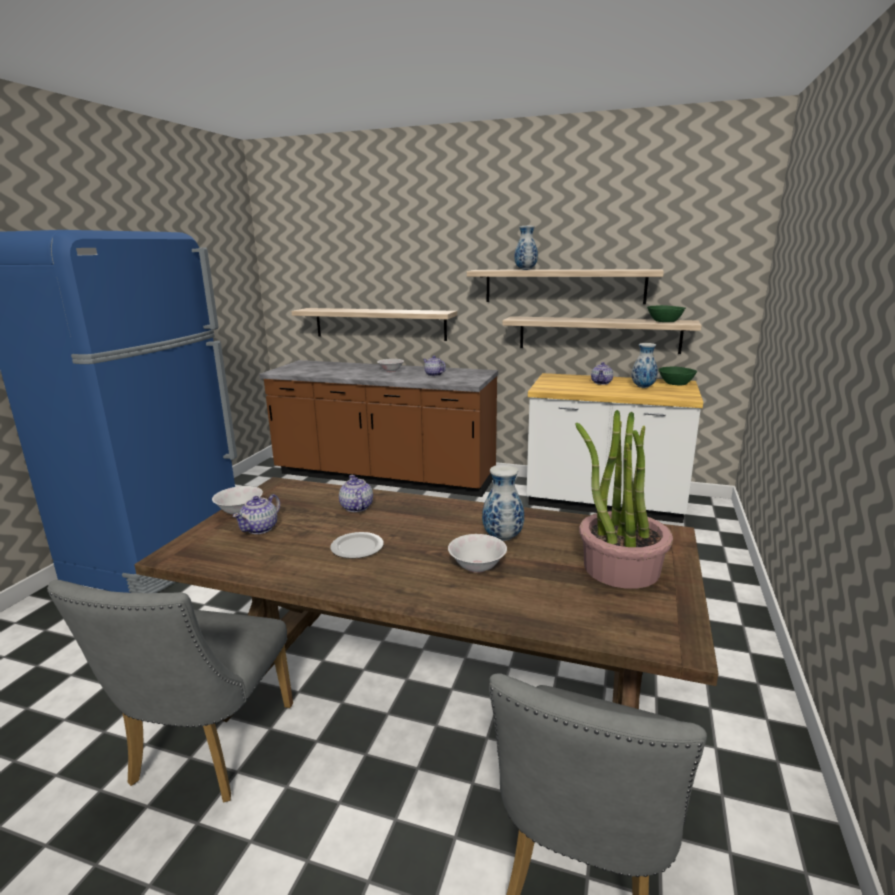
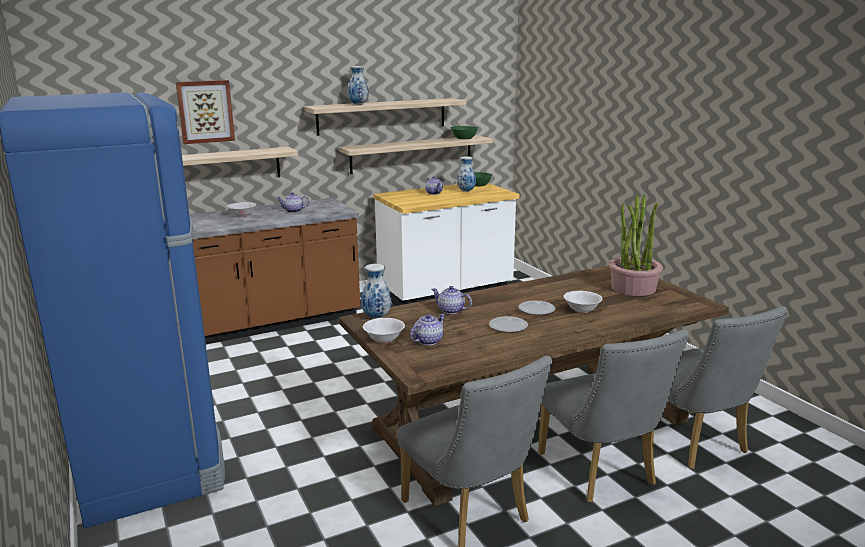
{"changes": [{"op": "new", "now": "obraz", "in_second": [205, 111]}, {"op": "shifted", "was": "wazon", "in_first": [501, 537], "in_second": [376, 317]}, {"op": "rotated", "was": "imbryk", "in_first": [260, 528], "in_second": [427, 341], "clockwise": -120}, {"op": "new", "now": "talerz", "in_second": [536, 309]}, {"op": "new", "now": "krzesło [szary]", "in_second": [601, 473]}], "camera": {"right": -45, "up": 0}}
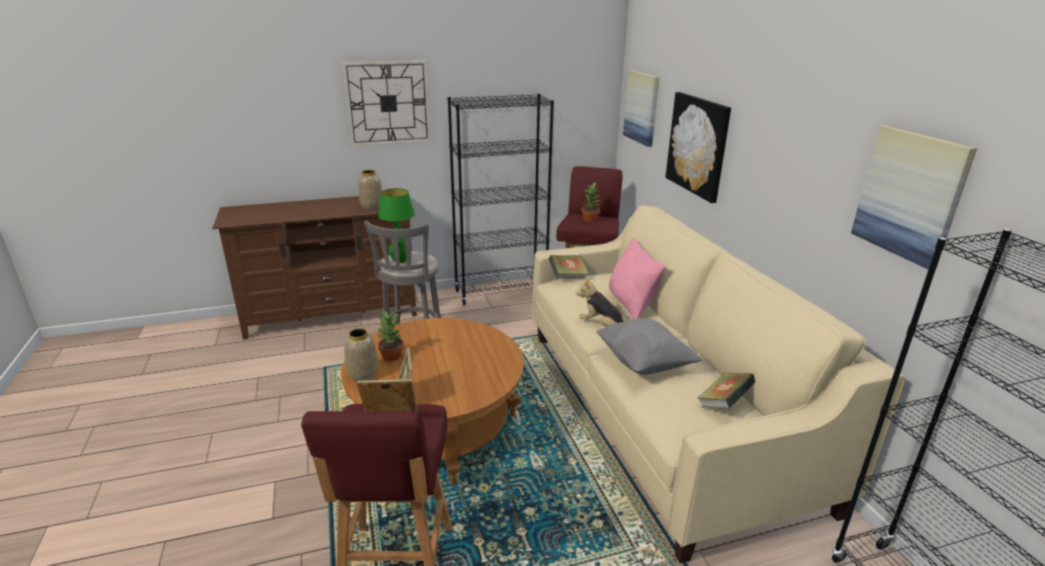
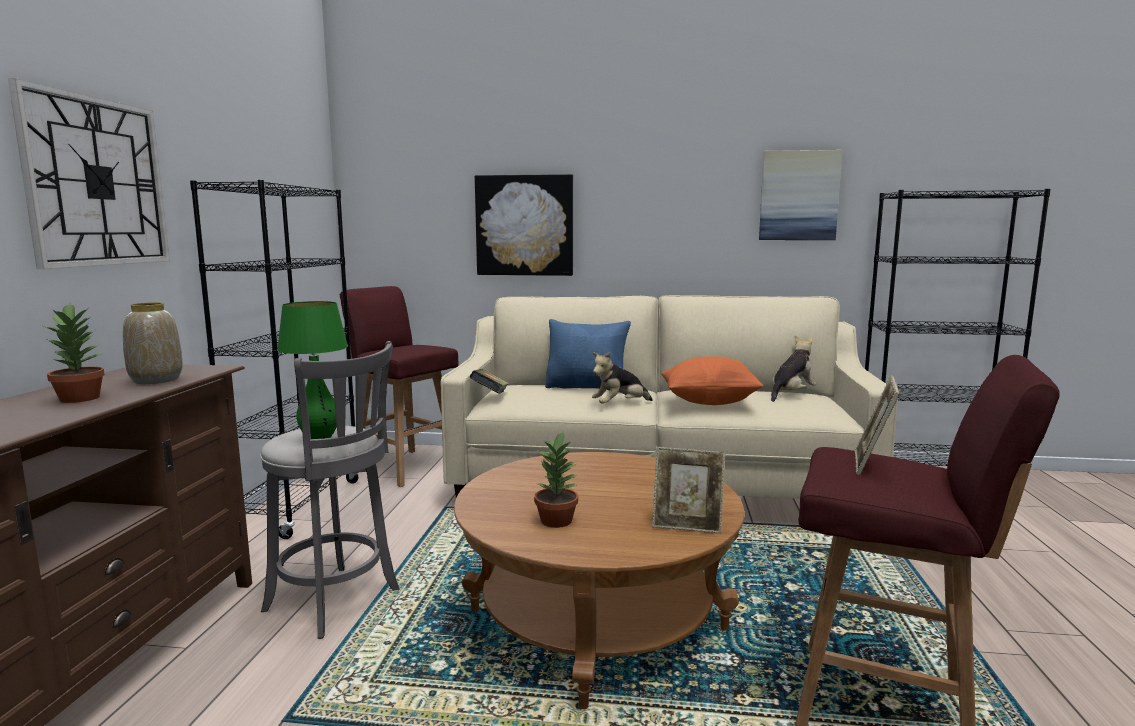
{"changes": [{"op": "shifted", "was": "roślina doniczkowa", "in_first": [590, 219], "in_second": [81, 398]}, {"op": "repainted", "was": "poduszka [różowy]", "now": "poduszka [niebieski]", "in_first": [631, 304], "in_second": [587, 388]}, {"op": "repainted", "was": "poduszka [szary]", "now": "poduszka [pomarańczowy]", "in_first": [644, 363], "in_second": [709, 402]}, {"op": "swapped", "was": "książka", "now": "pluszak", "in_first": [724, 403], "in_second": [791, 394]}, {"op": "gone", "was": "wazon", "in_first": [362, 375]}, {"op": "gone", "was": "obraz", "in_first": [642, 107]}], "camera": {"right": -65, "up": -15}}
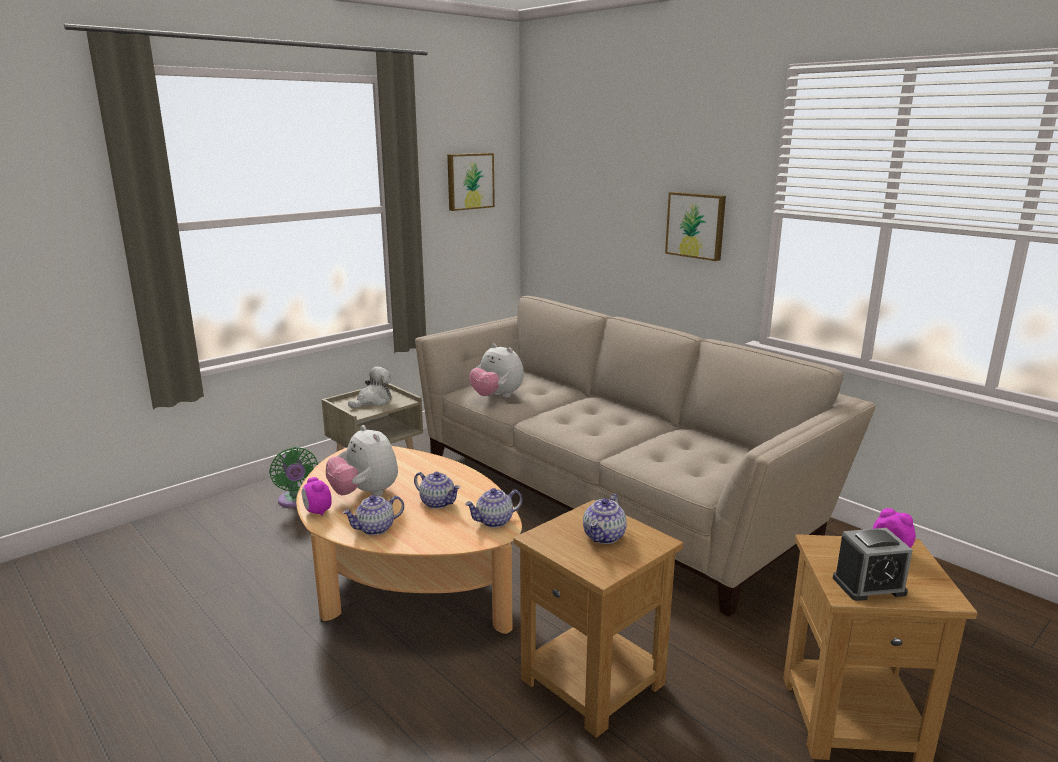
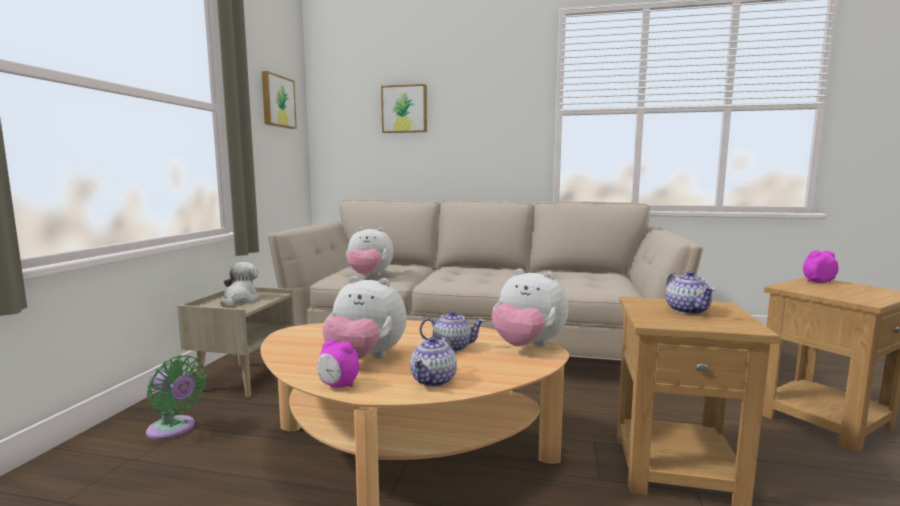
{"changes": [{"op": "shifted", "was": "obraz", "in_first": [696, 225], "in_second": [404, 109]}, {"op": "swapped", "was": "imbryk", "now": "pluszak", "in_first": [494, 521], "in_second": [527, 346]}, {"op": "gone", "was": "budzik", "in_first": [869, 586]}], "camera": {"right": -35, "up": -10}}
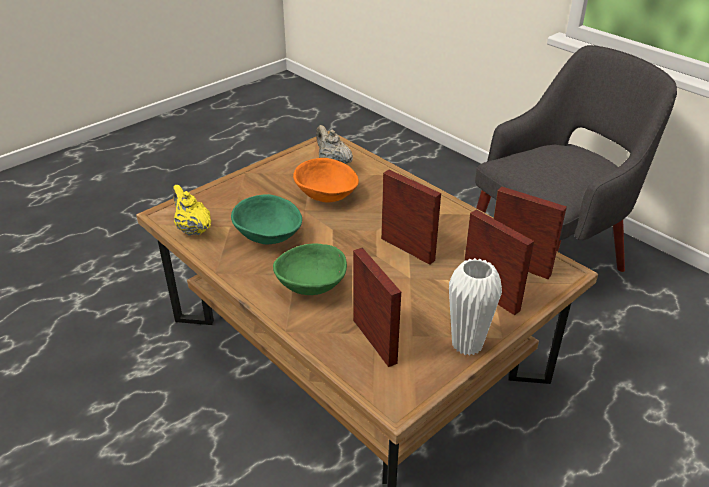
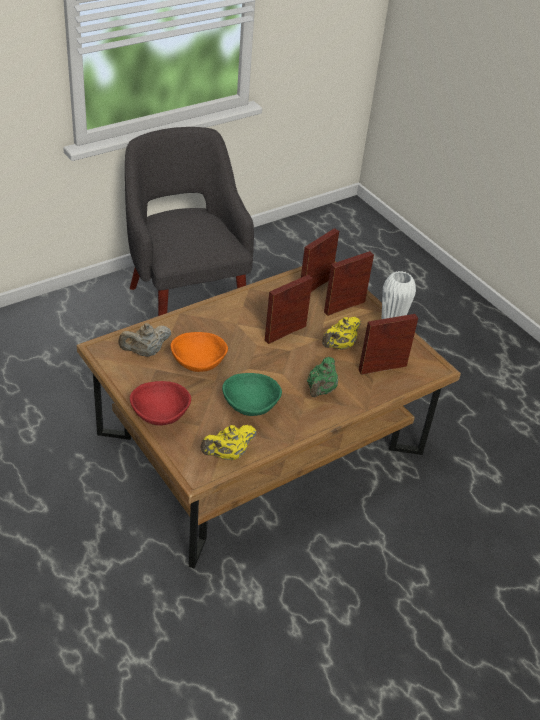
{"changes": [{"op": "new", "now": "miska [czerwony]", "in_second": [160, 416]}, {"op": "swapped", "was": "miska [zielony]", "now": "imbryk [zielony]", "in_first": [311, 286], "in_second": [320, 390]}, {"op": "new", "now": "imbryk [żółty]", "in_second": [339, 346]}], "camera": {"right": -85, "up": 5}}
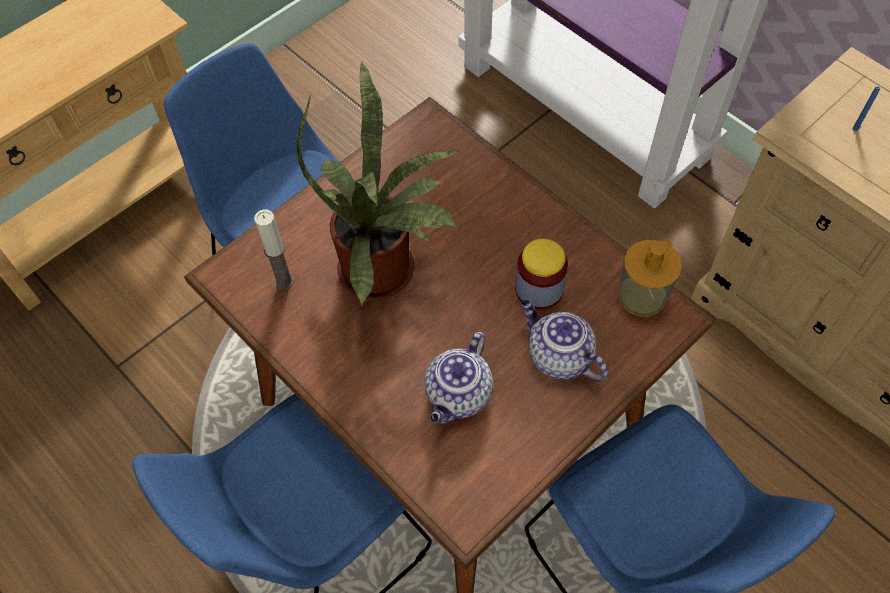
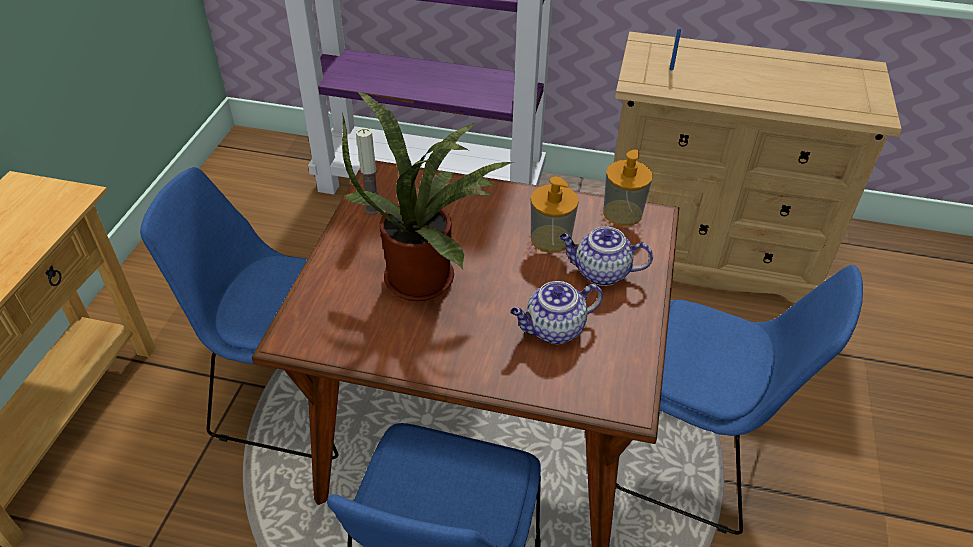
{"changes": [{"op": "shifted", "was": "świeca", "in_first": [284, 281], "in_second": [373, 209]}, {"op": "rotated", "was": "imbryk", "in_first": [458, 396], "in_second": [553, 330], "clockwise": 75}, {"op": "swapped", "was": "słoik", "now": "dozownik mydła", "in_first": [539, 289], "in_second": [551, 239]}], "camera": {"right": -35, "up": -15}}
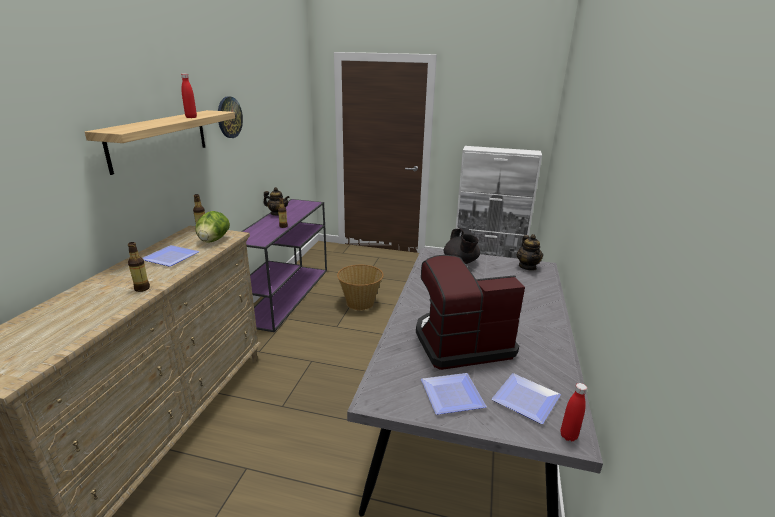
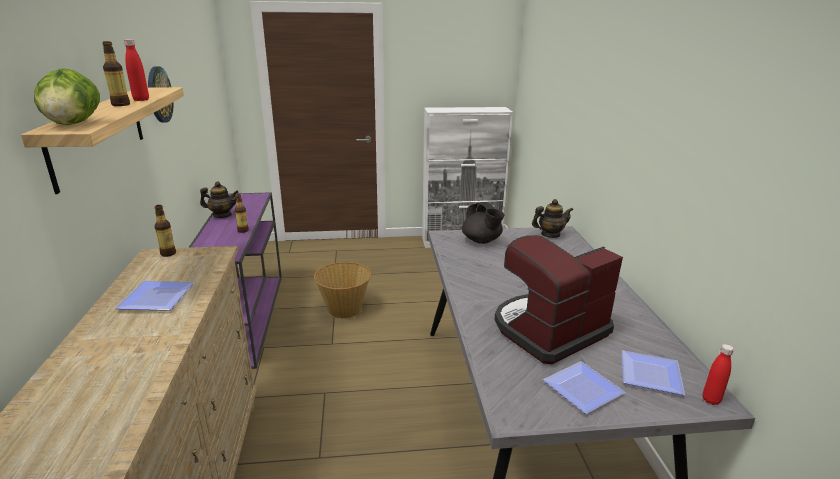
{"changes": [{"op": "shifted", "was": "sałata", "in_first": [213, 240], "in_second": [73, 124]}, {"op": "shifted", "was": "butelka", "in_first": [142, 288], "in_second": [120, 104]}, {"op": "rotated", "was": "imbryk", "in_first": [527, 267], "in_second": [550, 234], "clockwise": -75}], "camera": {"right": -20, "up": 0}}
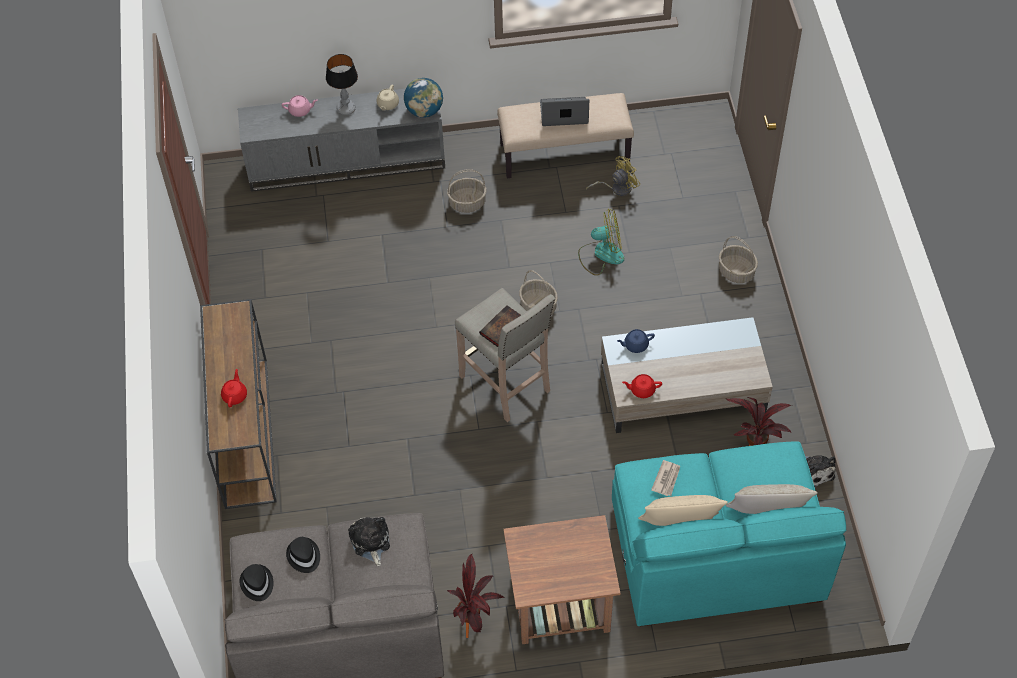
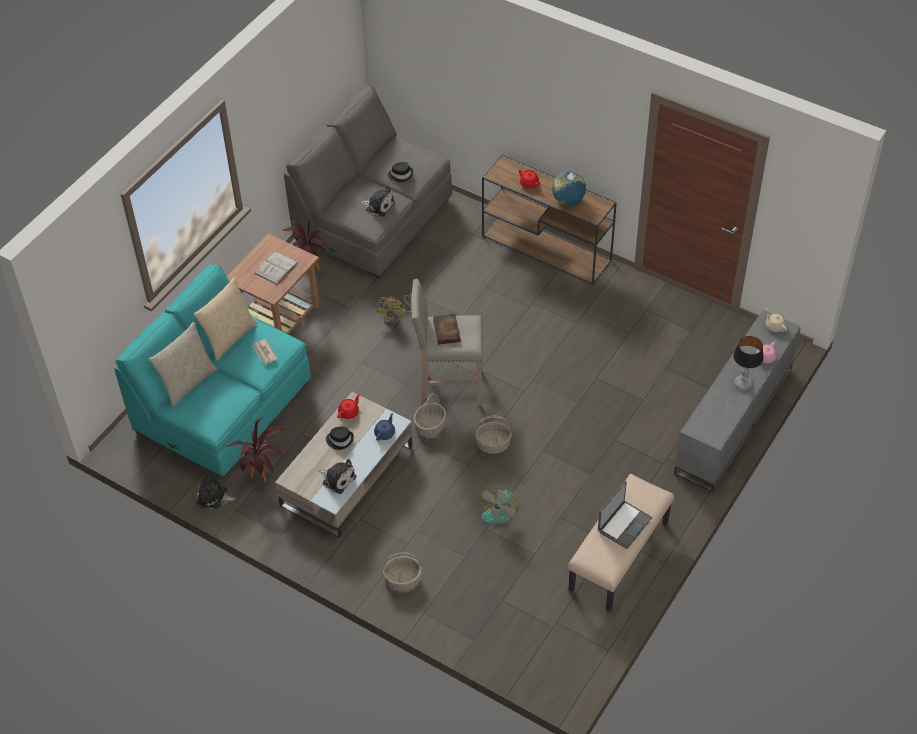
{"changes": [{"op": "new", "now": "książka [biały]", "in_second": [276, 268]}, {"op": "new", "now": "pluszak", "in_second": [337, 479]}, {"op": "shifted", "was": "kapelusz [czarny]", "in_first": [257, 584], "in_second": [340, 440]}, {"op": "shifted", "was": "wentylator [żółty]", "in_first": [617, 188], "in_second": [395, 318]}, {"op": "shifted", "was": "koszyk", "in_first": [467, 202], "in_second": [430, 427]}, {"op": "shifted", "was": "globus", "in_first": [424, 111], "in_second": [568, 200]}, {"op": "shifted", "was": "imbryk [beżowy]", "in_first": [387, 104], "in_second": [774, 326]}], "camera": {"right": 130, "up": -5}}
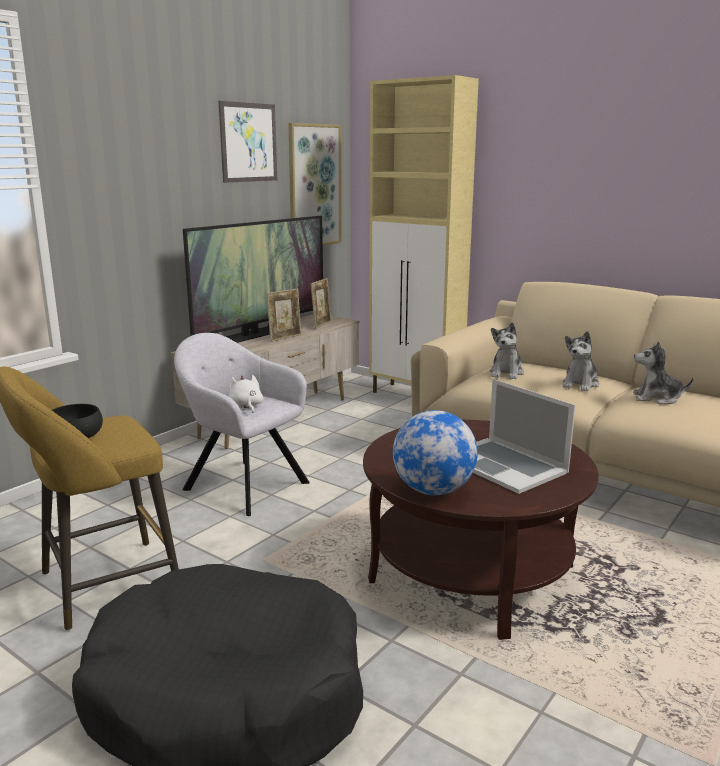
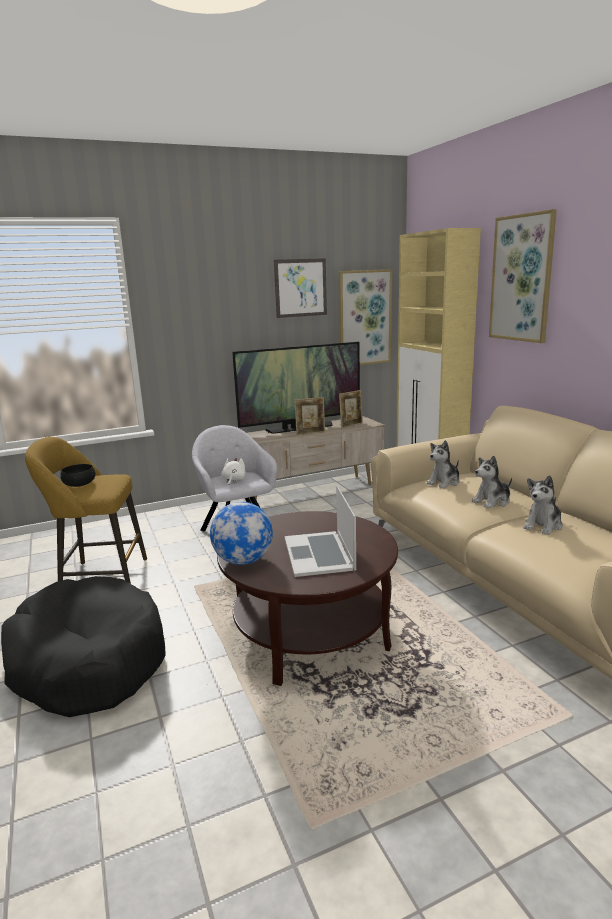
{"changes": [{"op": "new", "now": "obraz", "in_second": [521, 278]}, {"op": "rotated", "was": "pluszak", "in_first": [657, 398], "in_second": [543, 525], "clockwise": -90}], "camera": {"right": 30, "up": 0}}
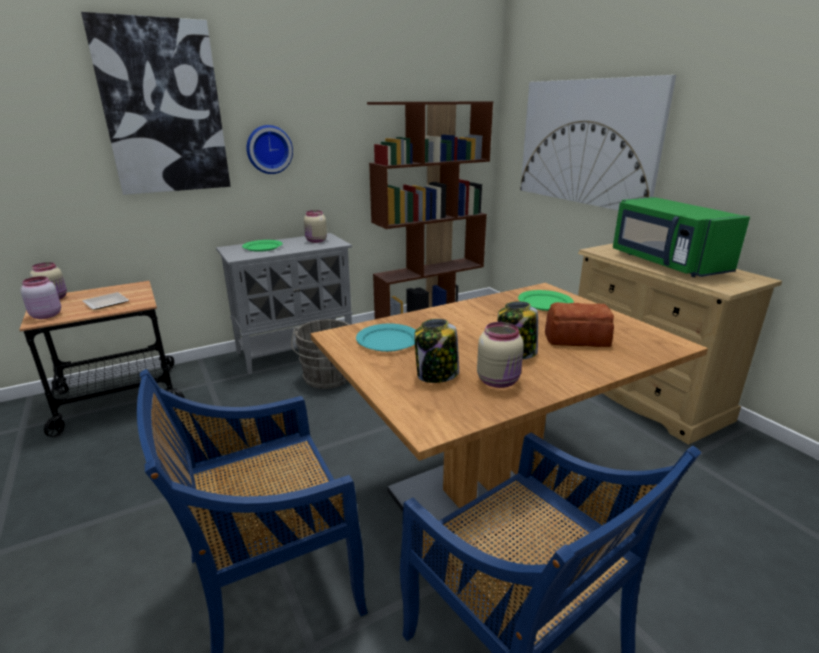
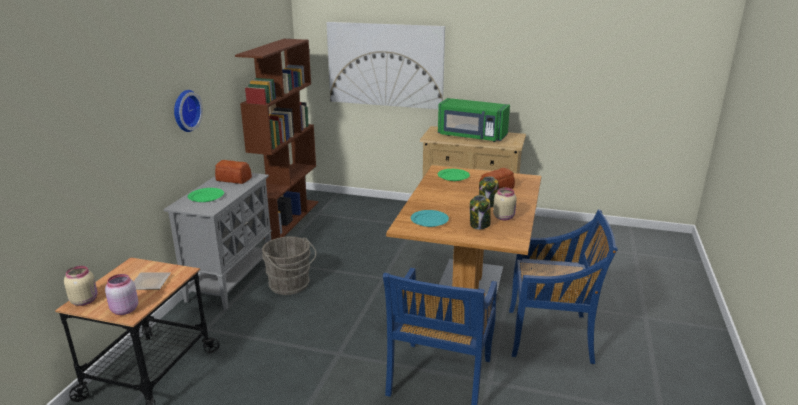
{"changes": [{"op": "swapped", "was": "słoik [beżowy]", "now": "chleb", "in_first": [316, 241], "in_second": [234, 179]}, {"op": "gone", "was": "obraz", "in_first": [163, 108]}], "camera": {"right": -45, "up": 0}}
